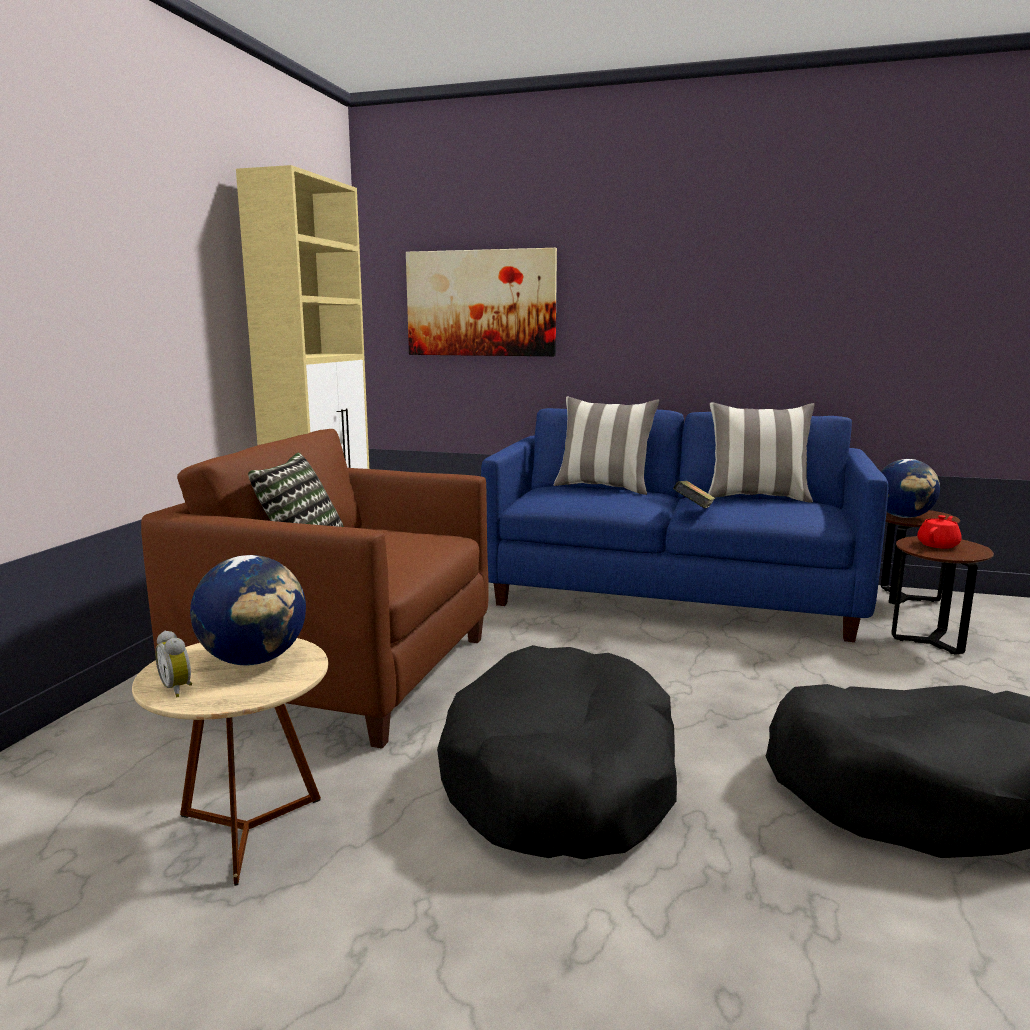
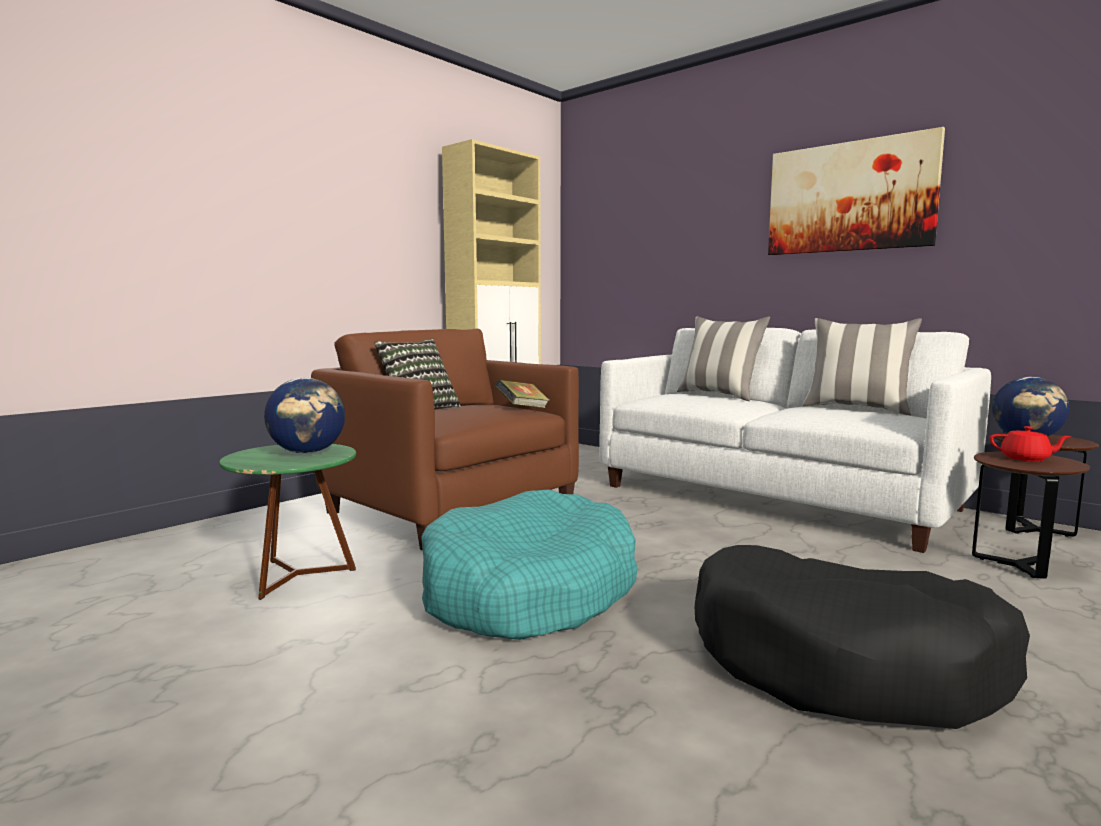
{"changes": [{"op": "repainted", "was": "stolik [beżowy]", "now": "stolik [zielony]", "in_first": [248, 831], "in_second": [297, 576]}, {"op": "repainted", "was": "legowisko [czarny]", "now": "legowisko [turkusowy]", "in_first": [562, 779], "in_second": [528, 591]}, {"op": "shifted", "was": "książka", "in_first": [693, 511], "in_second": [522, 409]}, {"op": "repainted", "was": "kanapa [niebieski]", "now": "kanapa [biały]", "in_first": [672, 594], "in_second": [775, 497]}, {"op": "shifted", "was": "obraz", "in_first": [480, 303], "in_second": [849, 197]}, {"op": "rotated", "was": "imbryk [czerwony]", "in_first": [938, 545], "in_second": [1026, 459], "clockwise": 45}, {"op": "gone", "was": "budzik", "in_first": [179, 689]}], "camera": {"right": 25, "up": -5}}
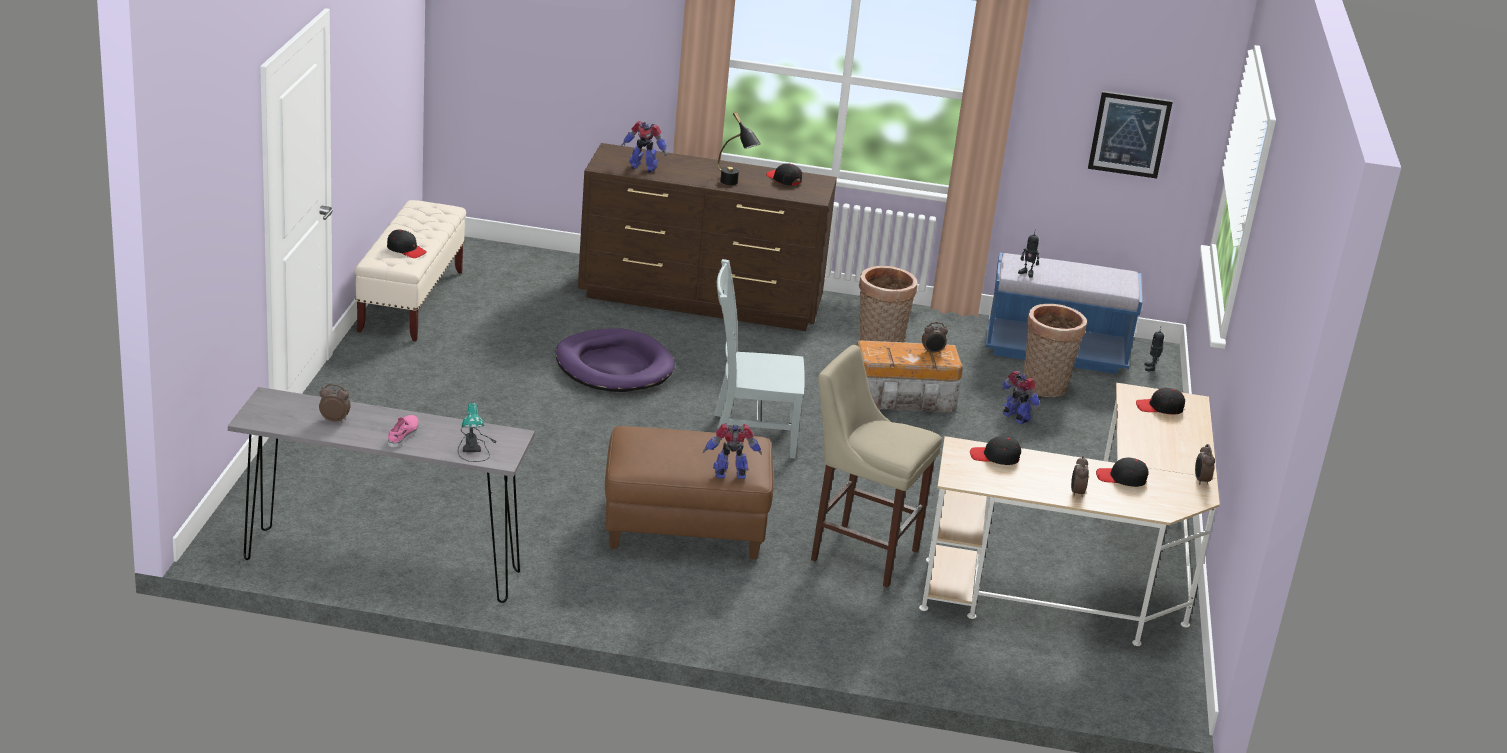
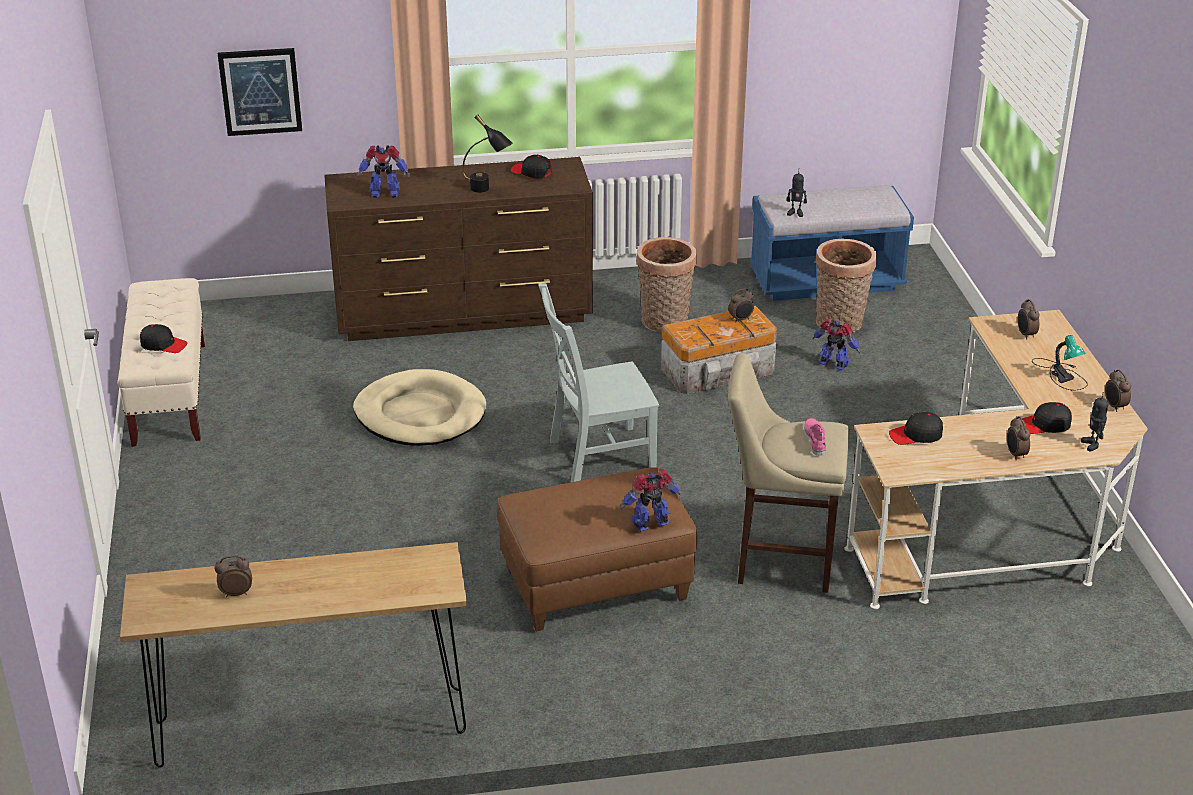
{"changes": [{"op": "repainted", "was": "stolik konsolowy [szary]", "now": "stolik konsolowy [brązowy]", "in_first": [382, 566], "in_second": [311, 727]}, {"op": "shifted", "was": "obraz", "in_first": [1129, 134], "in_second": [260, 91]}, {"op": "repainted", "was": "legowisko [fioletowy]", "now": "legowisko [beżowy]", "in_first": [614, 366], "in_second": [420, 414]}, {"op": "shifted", "was": "but [różowy]", "in_first": [403, 434], "in_second": [815, 439]}, {"op": "swapped", "was": "czapka z daszkiem [czarny]", "now": "budzik", "in_first": [1160, 408], "in_second": [1025, 335]}, {"op": "shifted", "was": "lampa stołowa", "in_first": [474, 445], "in_second": [1061, 374]}, {"op": "shifted", "was": "robot zabawkowy", "in_first": [1151, 368], "in_second": [1092, 445]}], "camera": {"right": -15, "up": 5}}
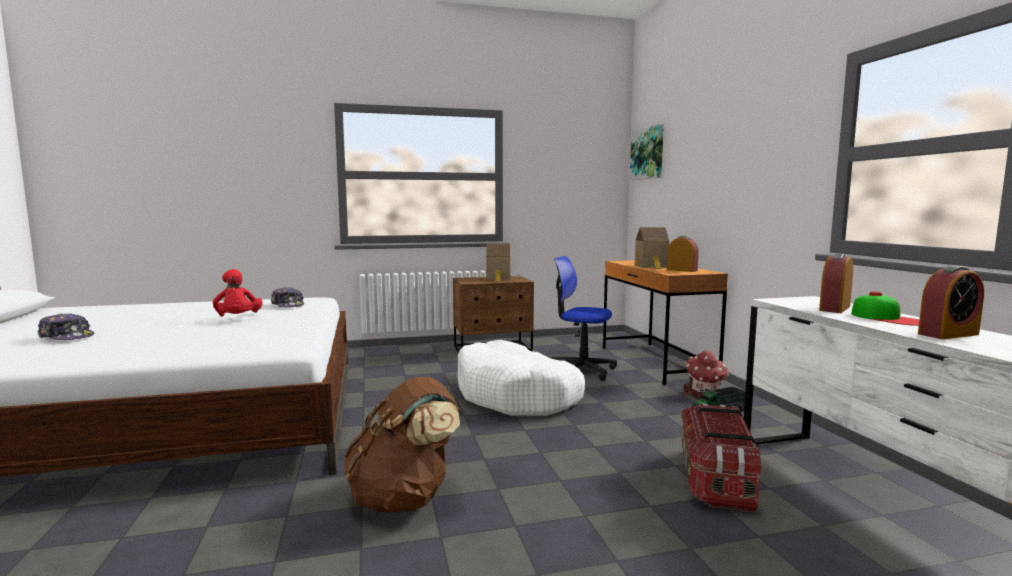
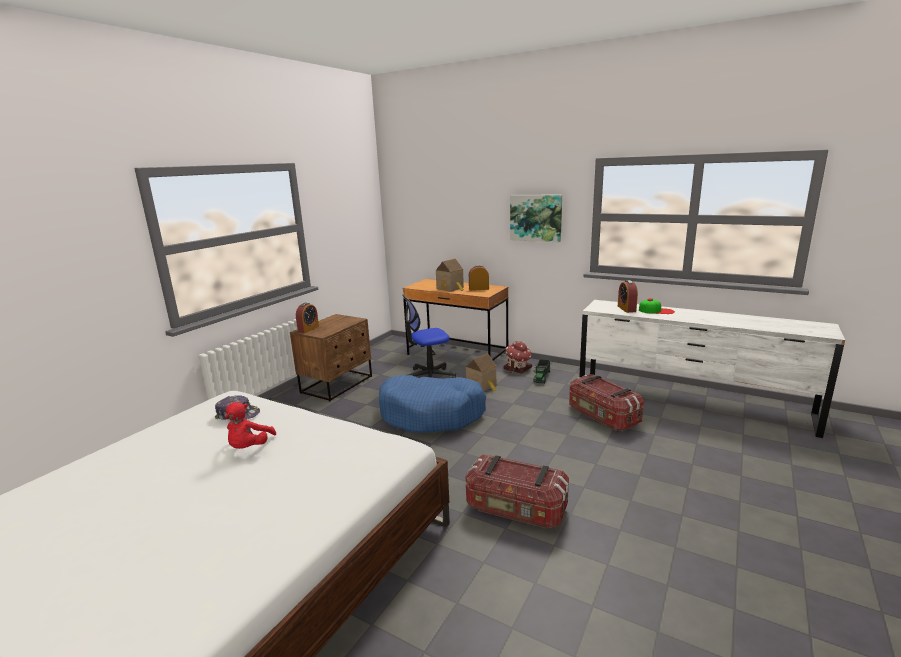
{"changes": [{"op": "rotated", "was": "pluszak [czerwony]", "in_first": [238, 319], "in_second": [249, 447], "clockwise": 75}, {"op": "shifted", "was": "budzik", "in_first": [948, 334], "in_second": [308, 329]}, {"op": "repainted", "was": "legowisko [biały]", "now": "legowisko [niebieski]", "in_first": [517, 396], "in_second": [432, 414]}, {"op": "shifted", "was": "domek", "in_first": [498, 278], "in_second": [482, 386]}, {"op": "swapped", "was": "plecak [brązowy]", "now": "pojemnik do przechowywania", "in_first": [405, 499], "in_second": [516, 509]}, {"op": "shifted", "was": "obraz", "in_first": [648, 153], "in_second": [536, 218]}, {"op": "gone", "was": "czapka z daszkiem", "in_first": [67, 337]}], "camera": {"right": -45, "up": 10}}
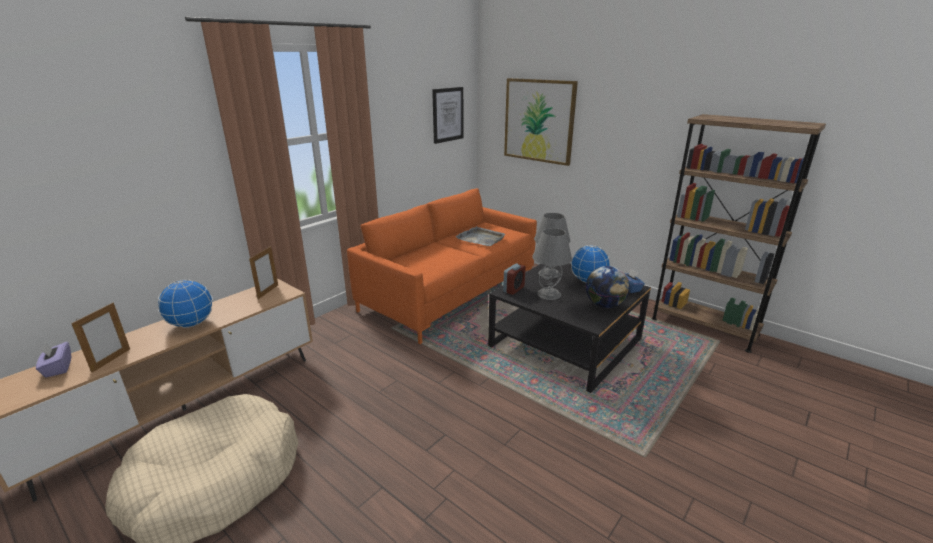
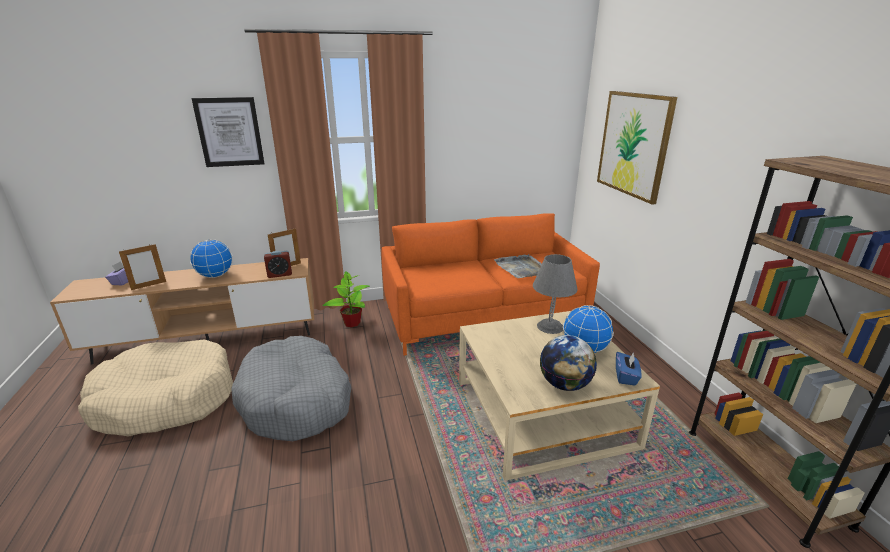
{"changes": [{"op": "shifted", "was": "obraz", "in_first": [447, 114], "in_second": [229, 132]}, {"op": "new", "now": "legowisko [szary]", "in_second": [296, 400]}, {"op": "shifted", "was": "budzik", "in_first": [513, 289], "in_second": [279, 274]}, {"op": "new", "now": "roślina doniczkowa", "in_second": [351, 323]}, {"op": "repainted", "was": "ława [czarny]", "now": "ława [beżowy]", "in_first": [565, 342], "in_second": [542, 413]}, {"op": "gone", "was": "lampa stołowa [szary]", "in_first": [549, 294]}], "camera": {"right": 35, "up": 0}}
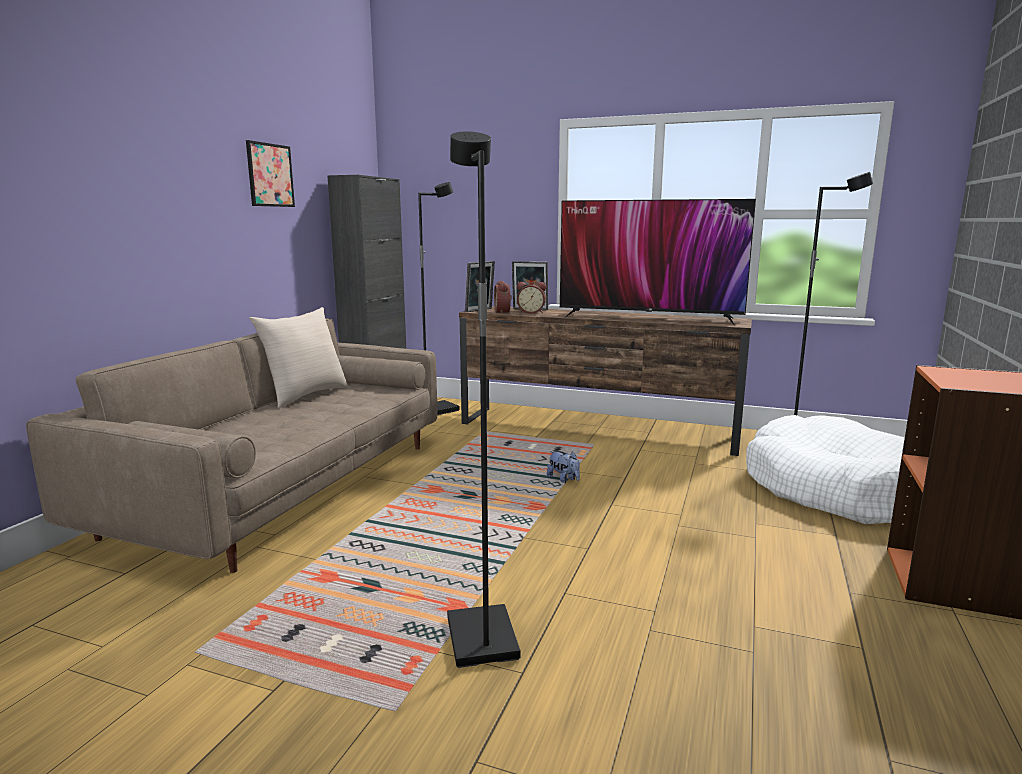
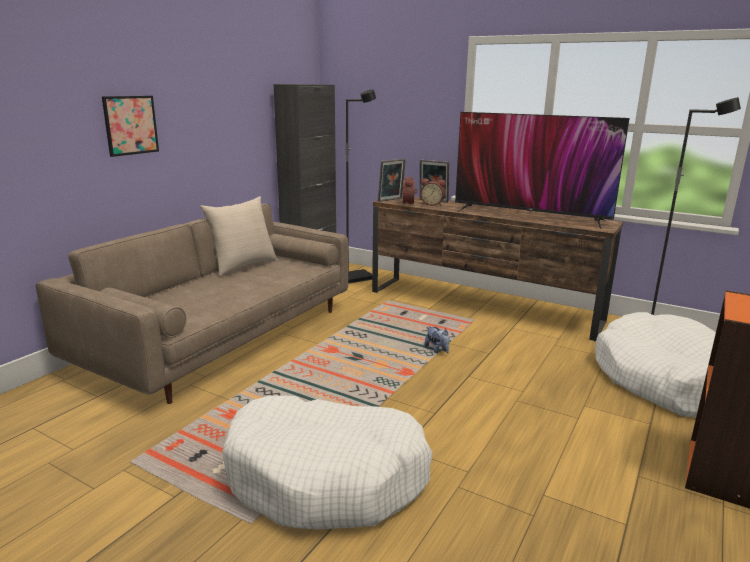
{"changes": [{"op": "shifted", "was": "obraz", "in_first": [270, 175], "in_second": [131, 125]}, {"op": "swapped", "was": "lampa stojąca [czarny]", "now": "legowisko [biały]", "in_first": [479, 638], "in_second": [327, 477]}], "camera": {"right": 10, "up": 5}}
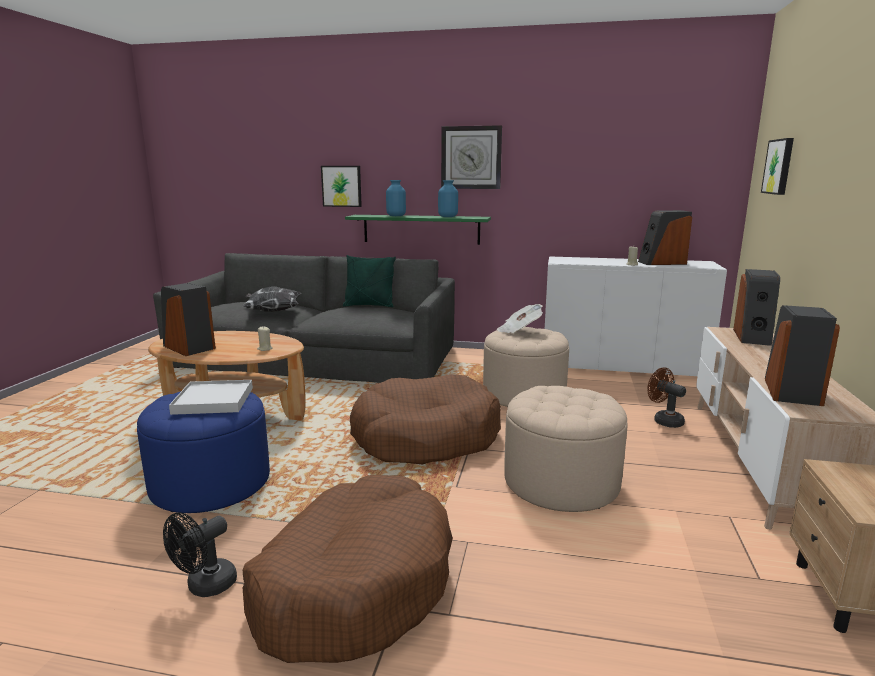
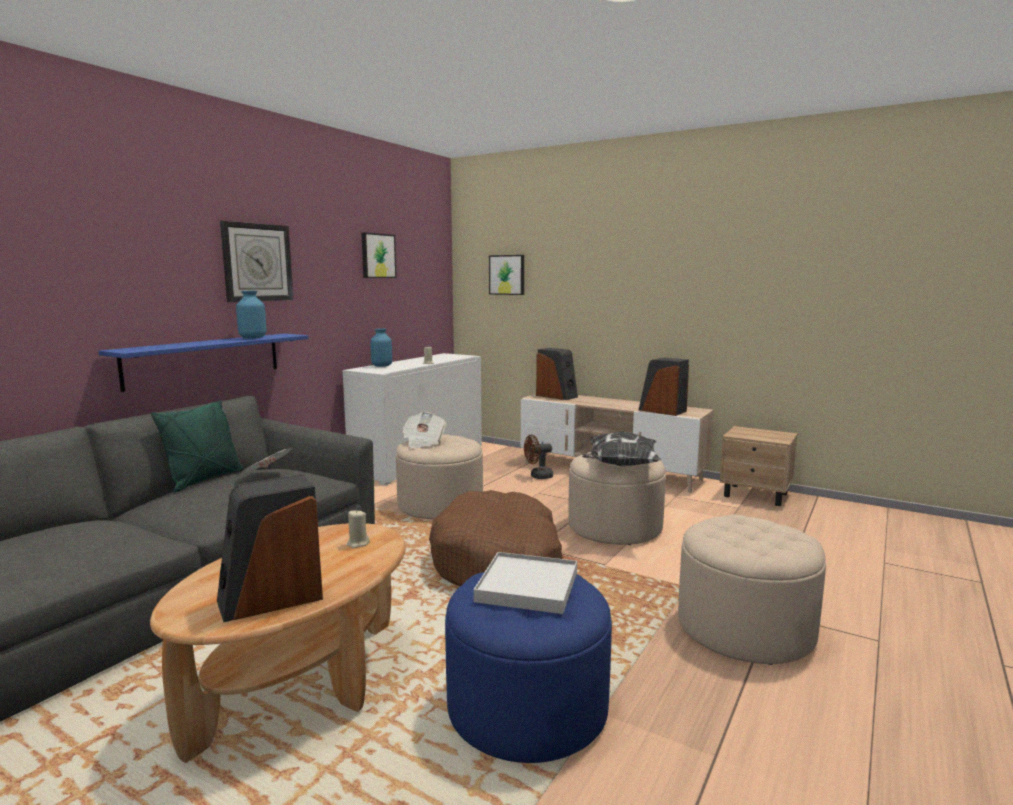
{"changes": [{"op": "repainted", "was": "półka [zielony]", "now": "półka [niebieski]", "in_first": [421, 229], "in_second": [205, 360]}, {"op": "new", "now": "gazeta", "in_second": [264, 477]}, {"op": "shifted", "was": "obraz", "in_first": [342, 186], "in_second": [377, 256]}, {"op": "shifted", "was": "wazon [niebieski]", "in_first": [396, 216], "in_second": [381, 366]}, {"op": "shifted", "was": "poduszka", "in_first": [272, 312], "in_second": [620, 466]}, {"op": "swapped", "was": "legowisko [brązowy]", "now": "pufa [beżowy]", "in_first": [354, 584], "in_second": [745, 628]}, {"op": "gone", "was": "wentylator [czarny]", "in_first": [205, 587]}, {"op": "gone", "was": "głośnik", "in_first": [662, 263]}], "camera": {"right": -70, "up": -5}}
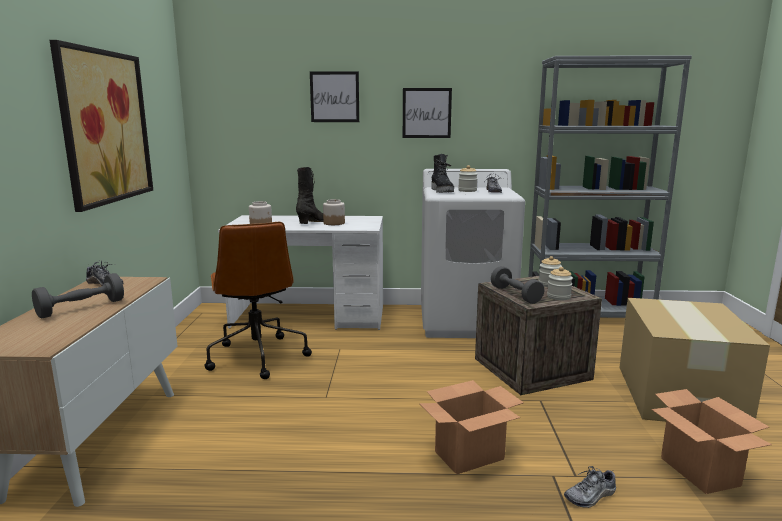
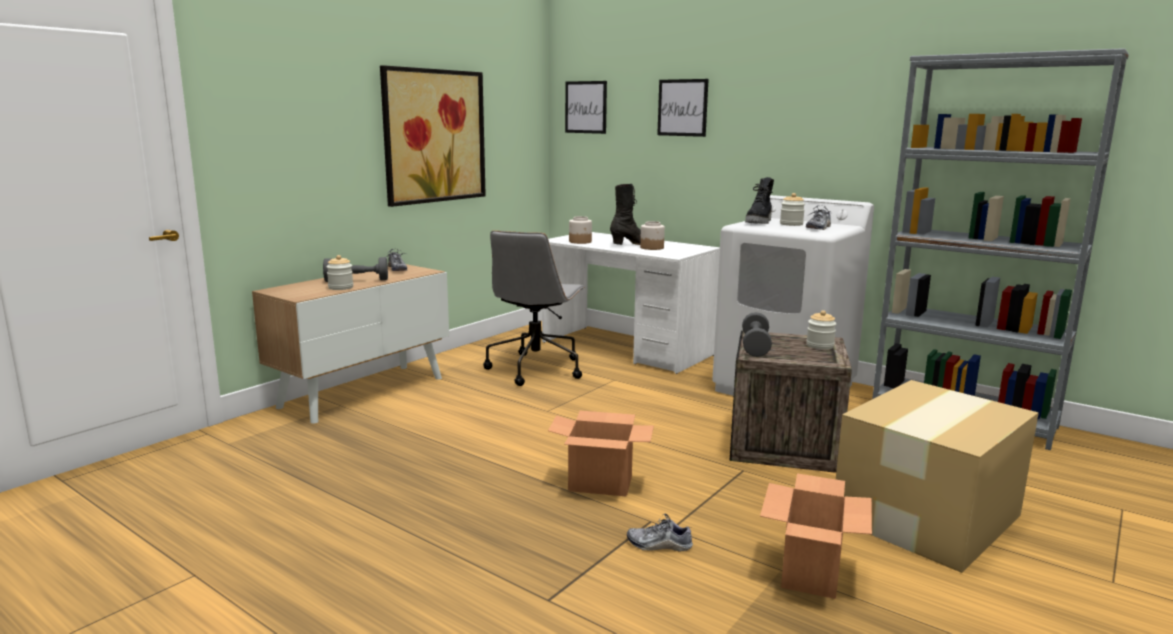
{"changes": [{"op": "shifted", "was": "słoik", "in_first": [558, 297], "in_second": [340, 287]}, {"op": "repainted", "was": "krzesło biurowe [brązowy]", "now": "krzesło biurowe [szary]", "in_first": [257, 356], "in_second": [536, 368]}, {"op": "shifted", "was": "obraz", "in_first": [426, 113], "in_second": [586, 107]}], "camera": {"right": 35, "up": 0}}
